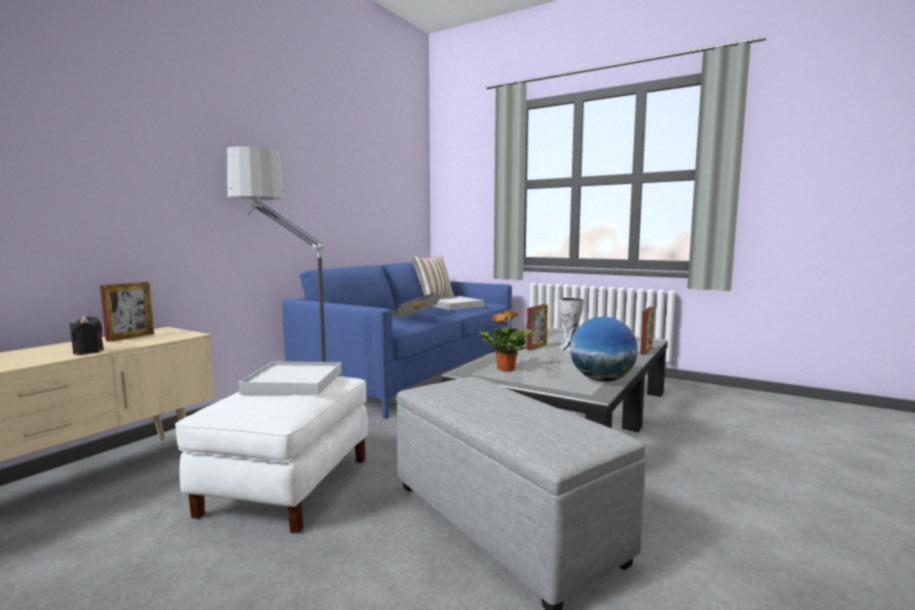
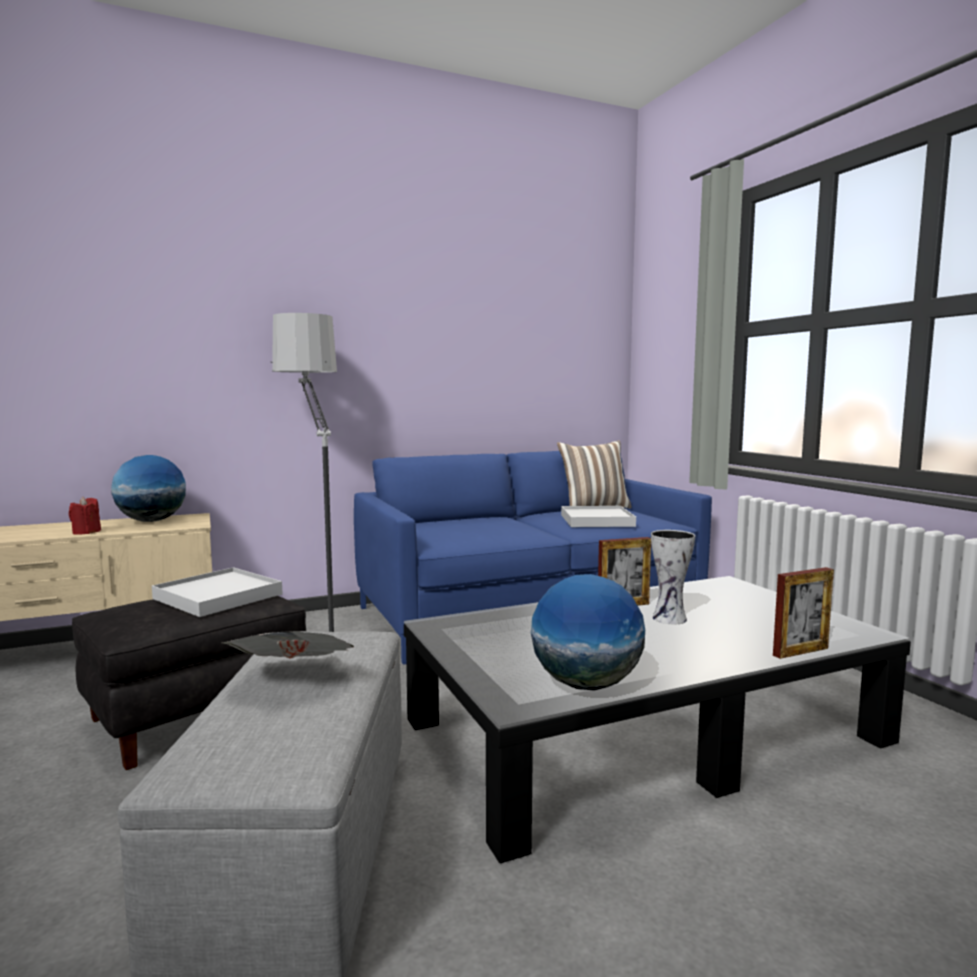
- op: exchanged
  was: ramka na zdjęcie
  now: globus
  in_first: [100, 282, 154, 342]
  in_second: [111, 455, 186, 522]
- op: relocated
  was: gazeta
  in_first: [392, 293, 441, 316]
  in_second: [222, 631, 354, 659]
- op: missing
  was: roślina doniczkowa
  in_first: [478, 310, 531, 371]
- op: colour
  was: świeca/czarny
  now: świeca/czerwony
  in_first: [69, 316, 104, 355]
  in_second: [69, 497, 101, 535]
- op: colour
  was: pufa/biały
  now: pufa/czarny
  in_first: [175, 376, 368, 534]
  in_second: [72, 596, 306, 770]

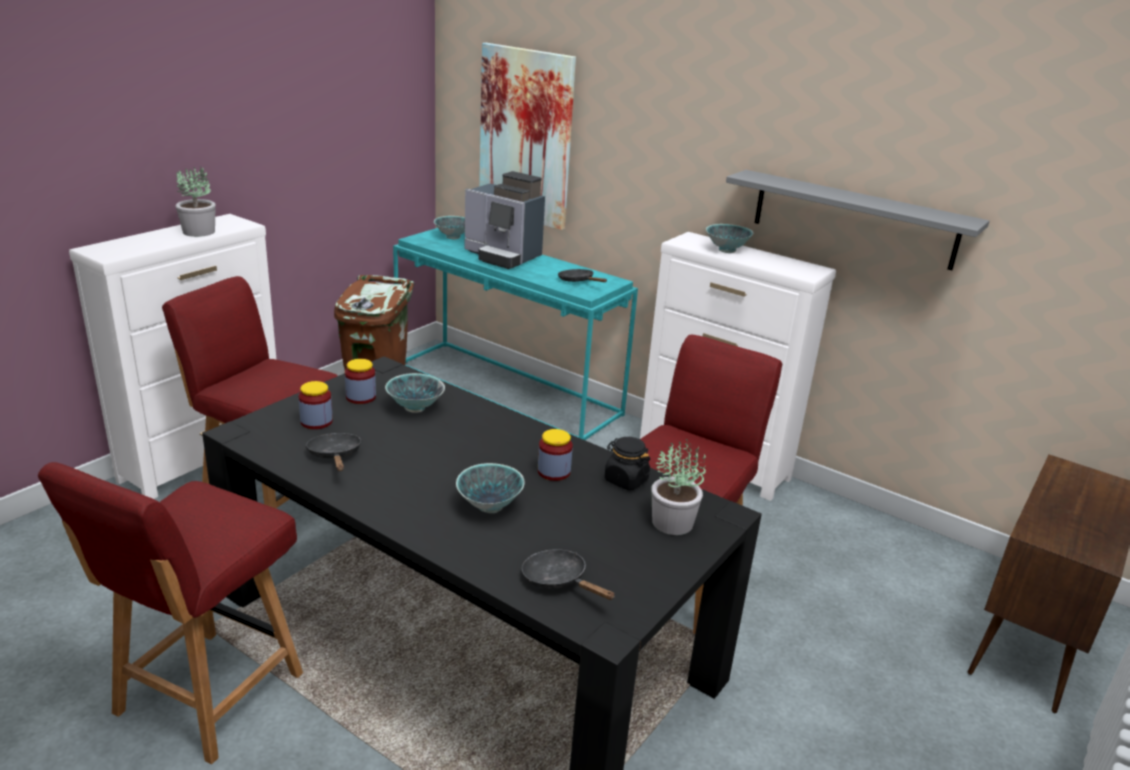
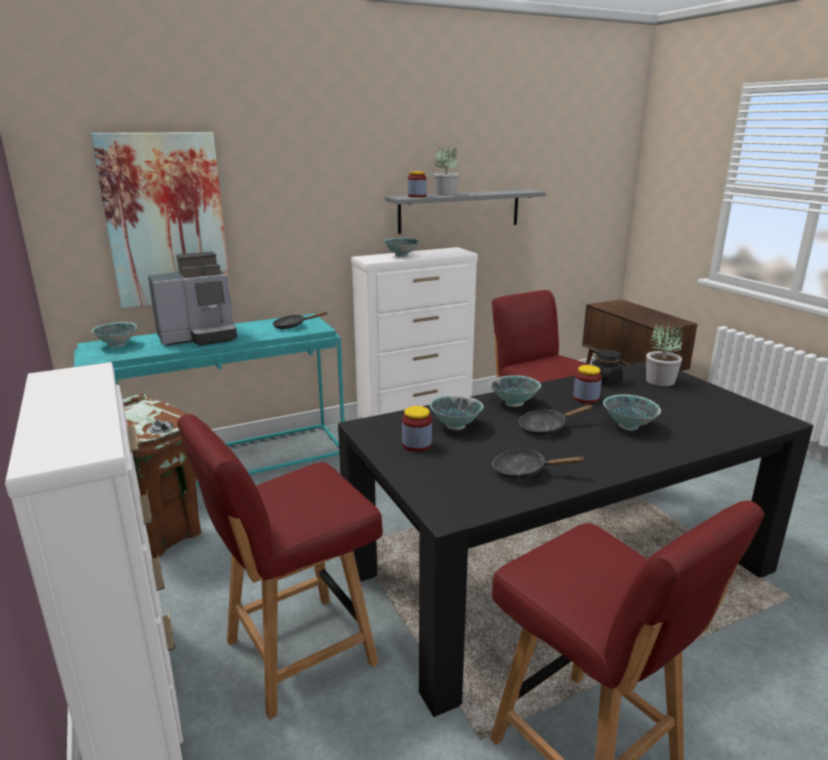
- op: relocated
  was: roślina doniczkowa
  in_first: [176, 166, 216, 237]
  in_second: [434, 146, 459, 196]
- op: relocated
  was: słoik
  in_first: [298, 381, 333, 429]
  in_second: [408, 171, 427, 198]
- op: relocated
  was: patelnia/czarny
  in_first: [522, 549, 615, 600]
  in_second: [519, 405, 593, 436]
- op: appeared
  now: miska
  in_second: [489, 375, 541, 407]

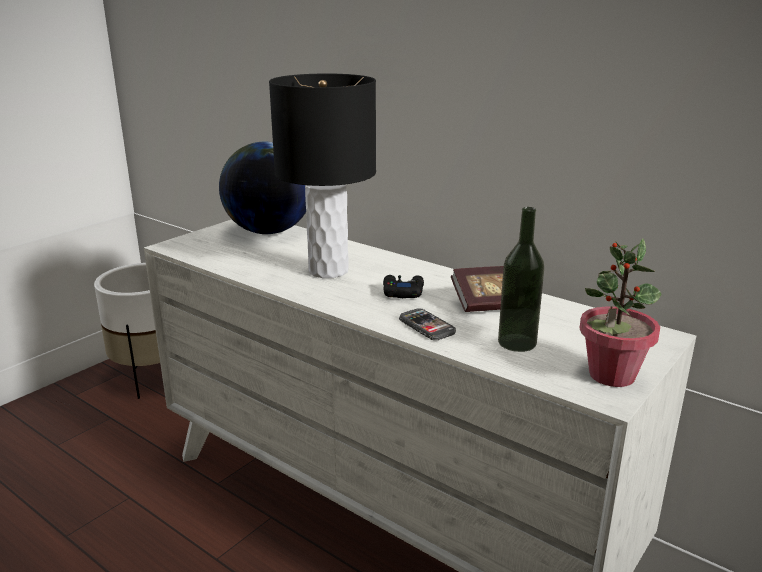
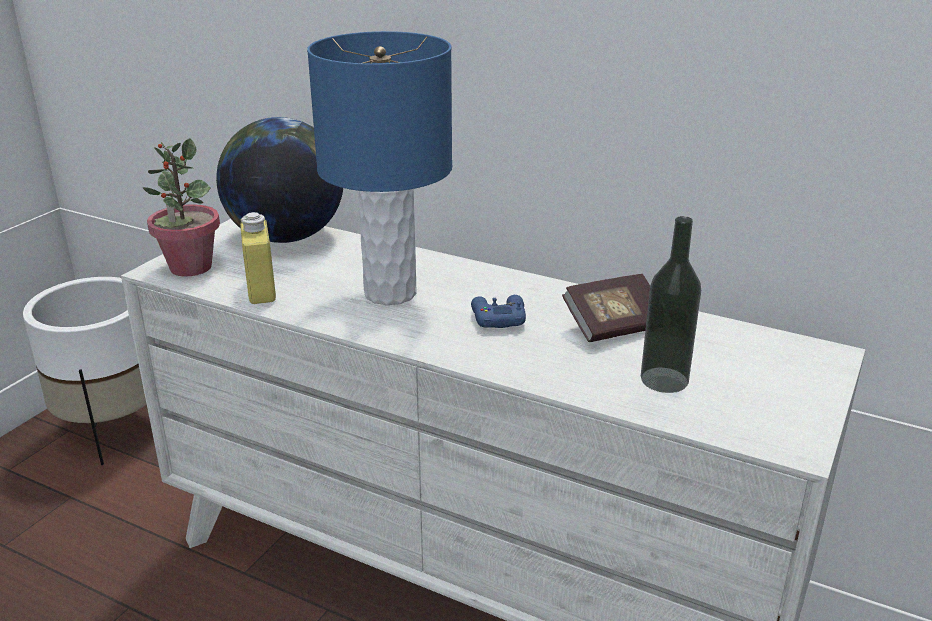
- op: colour
  was: lampa stołowa/czarny
  now: lampa stołowa/niebieski
  in_first: [269, 73, 376, 278]
  in_second: [307, 31, 452, 305]
- op: relocated
  was: roślina doniczkowa
  in_first: [579, 238, 662, 387]
  in_second: [143, 138, 220, 277]
- op: colour
  was: pad do gier/czarny
  now: pad do gier/niebieski
  in_first: [383, 275, 424, 298]
  in_second: [471, 295, 526, 328]
- op: missing
  was: telefon
  in_first: [399, 309, 456, 340]
- op: appeared
  now: butelka/żółty
  in_second: [240, 212, 276, 304]

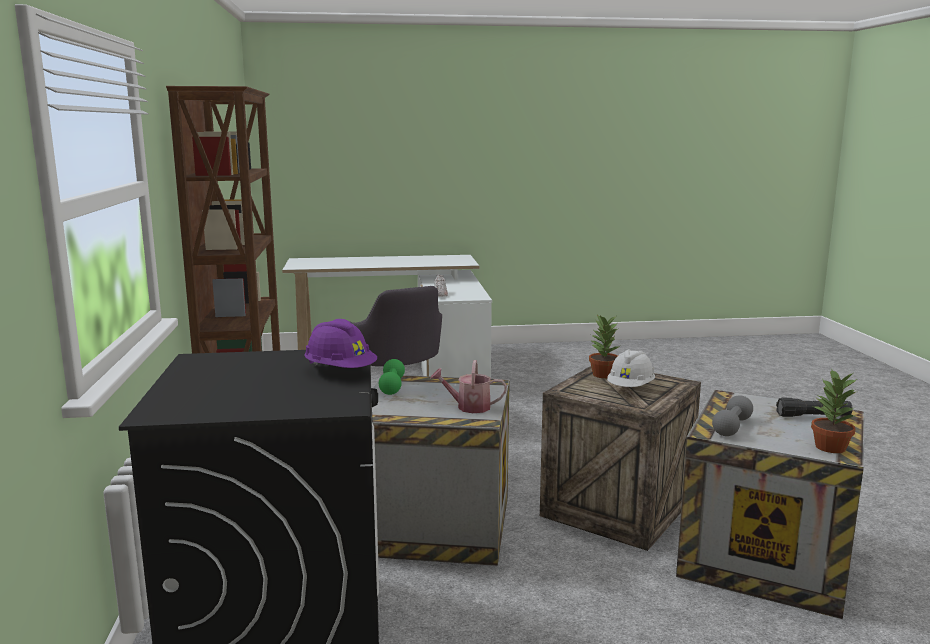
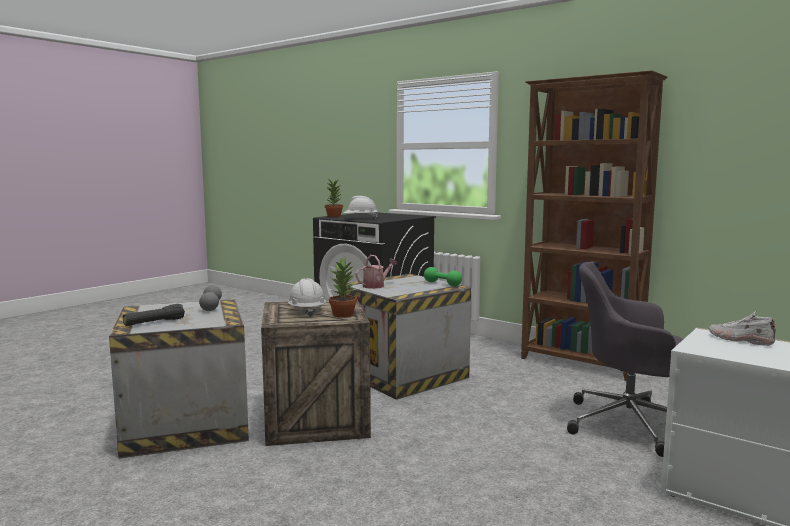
- op: colour
  was: kask/fioletowy
  now: kask/biały
  in_first: [304, 319, 377, 368]
  in_second: [344, 196, 378, 219]
- op: relocated
  was: roślina doniczkowa
  in_first: [811, 370, 857, 453]
  in_second: [325, 179, 343, 217]

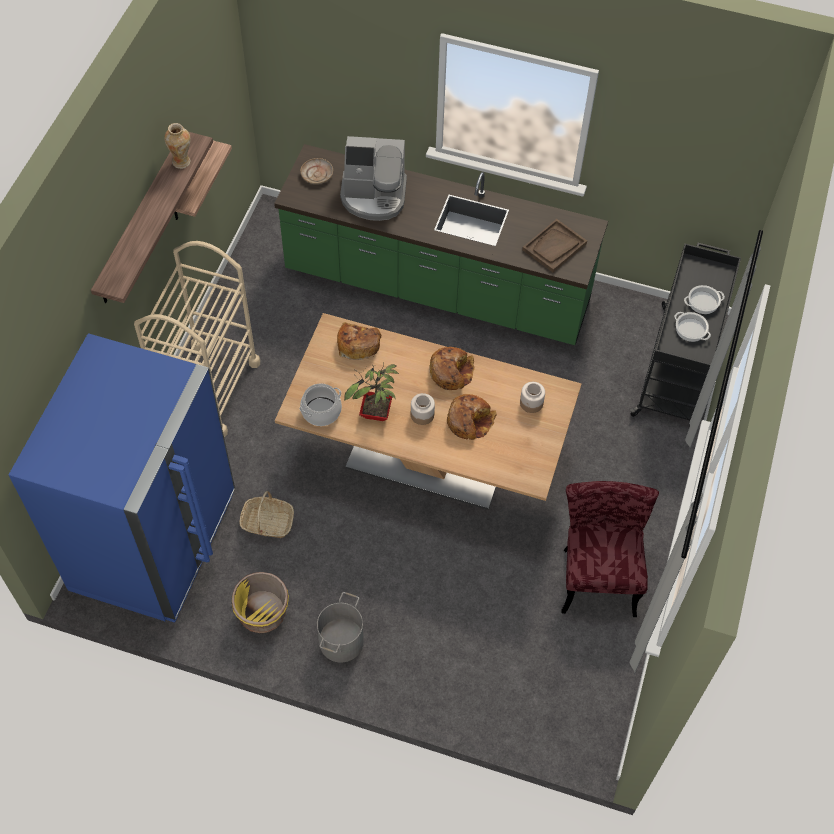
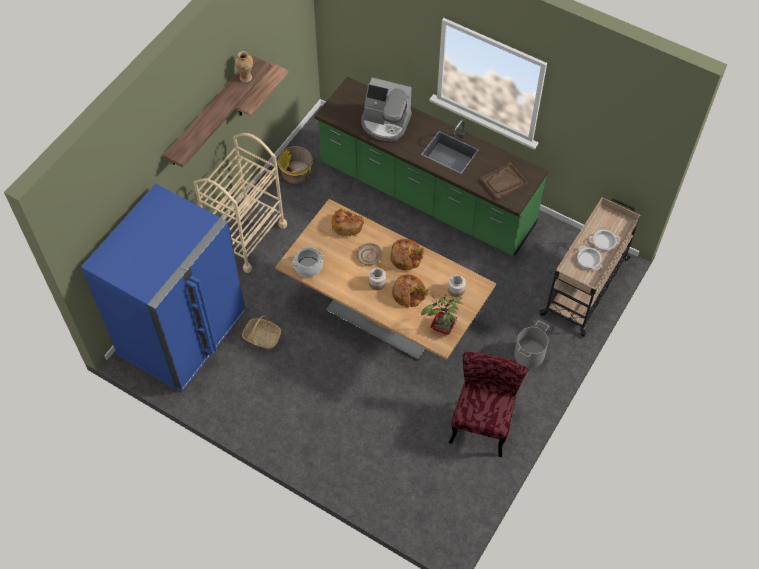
- op: relocated
  was: talerz/beżowy
  in_first: [300, 158, 333, 184]
  in_second: [357, 243, 382, 265]
- op: colour
  was: wózek/czarny
  now: wózek/beżowy
  in_first: [630, 243, 741, 430]
  in_second: [539, 197, 641, 337]
- op: relocated
  was: roślina doniczkowa
  in_first: [344, 362, 399, 421]
  in_second: [421, 295, 463, 335]
- op: relocated
  was: donica/żółty
  in_first: [232, 572, 289, 633]
  in_second: [278, 146, 313, 184]
- op: relocated
  was: wiadro/szary
  in_first: [317, 592, 364, 663]
  in_second: [514, 320, 549, 368]

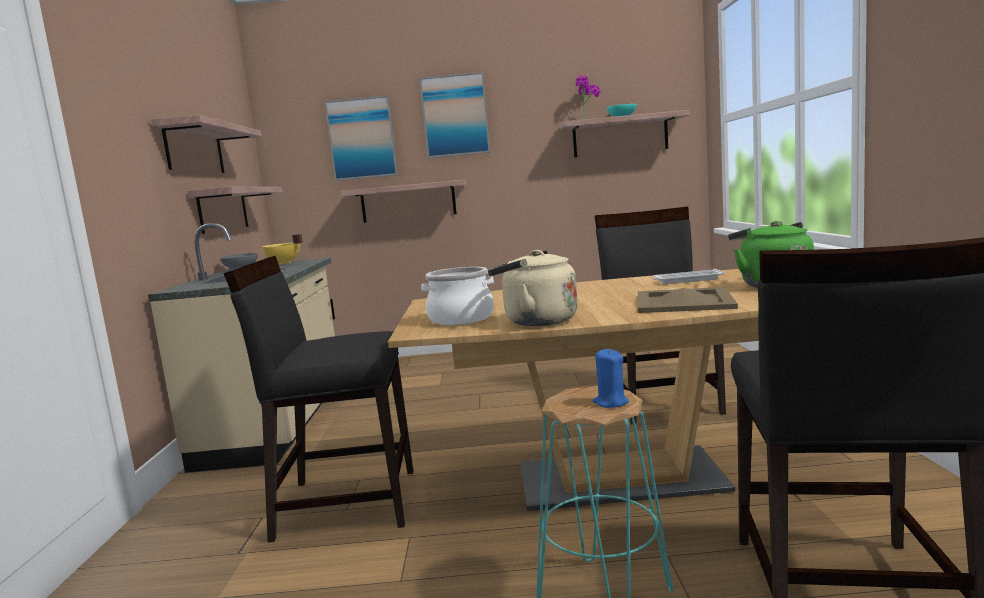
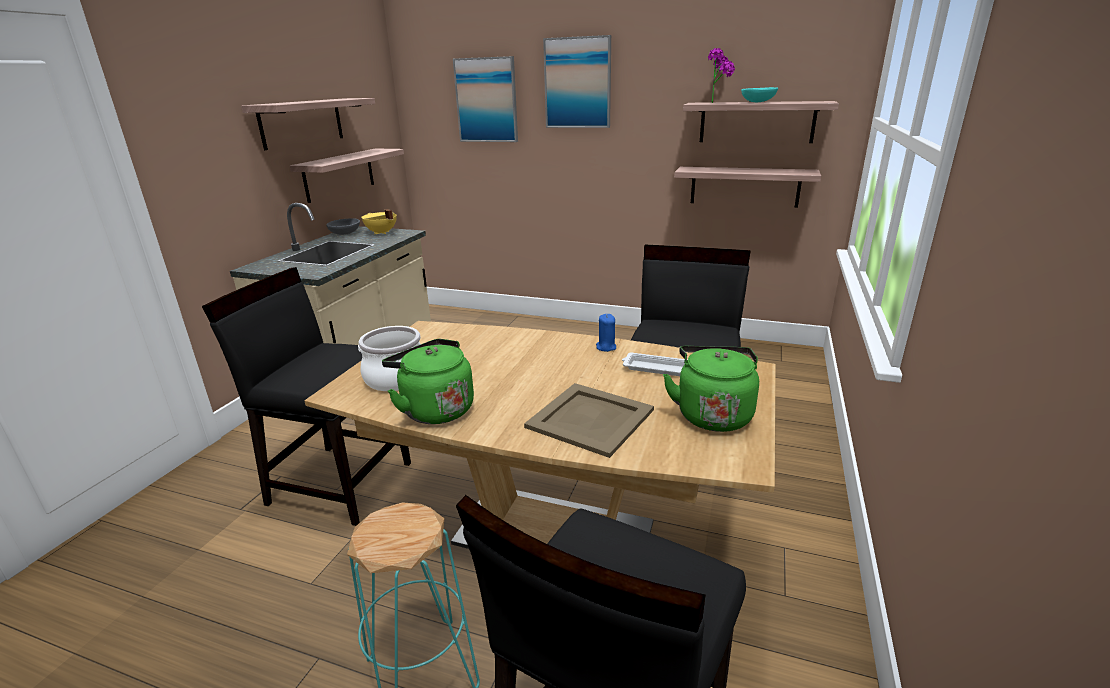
- op: relocated
  was: półka
  in_first: [341, 180, 466, 223]
  in_second: [674, 167, 821, 208]
- op: colour
  was: czajnik/beżowy
  now: czajnik/zielony
  in_first: [488, 250, 578, 326]
  in_second: [382, 339, 474, 424]
- op: relocated
  was: świeca/niebieski
  in_first: [593, 349, 629, 408]
  in_second: [596, 314, 616, 352]

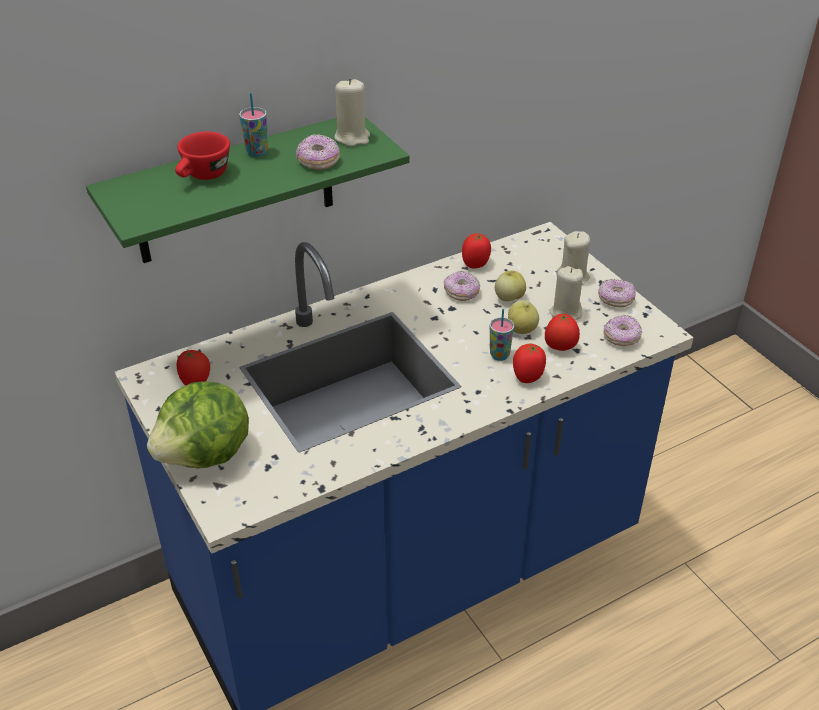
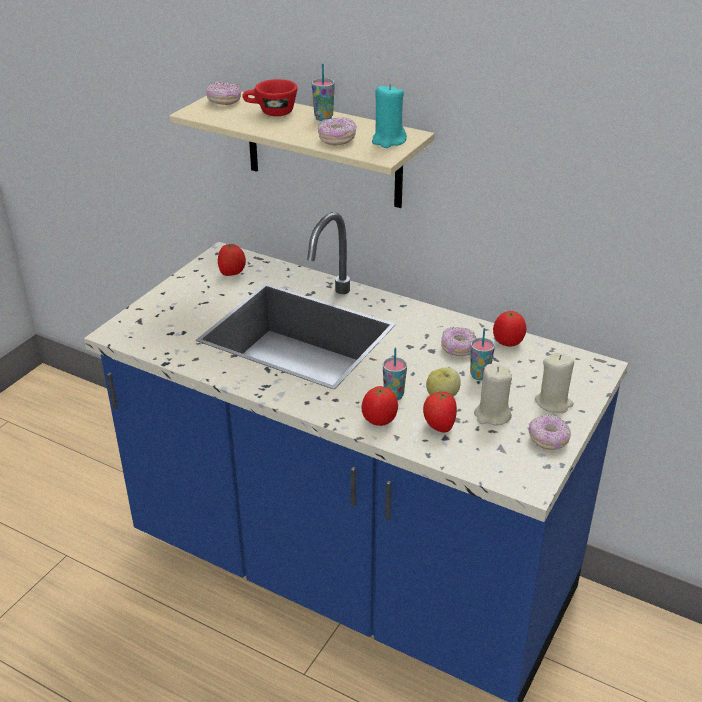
- op: colour
  was: świeca/beżowy
  now: świeca/turkusowy
  in_first: [334, 79, 370, 147]
  in_second: [372, 84, 407, 148]
- op: colour
  was: półka/zielony
  now: półka/beżowy
  in_first: [86, 117, 409, 263]
  in_second: [169, 92, 434, 208]
- op: exchanged
  was: jabłko
  now: filiżanka
  in_first: [495, 270, 526, 302]
  in_second: [470, 328, 495, 380]
- op: relocated
  was: donut
  in_first: [603, 315, 642, 346]
  in_second: [206, 81, 241, 105]
- op: missing
  was: sałata
  in_first: [147, 381, 249, 468]

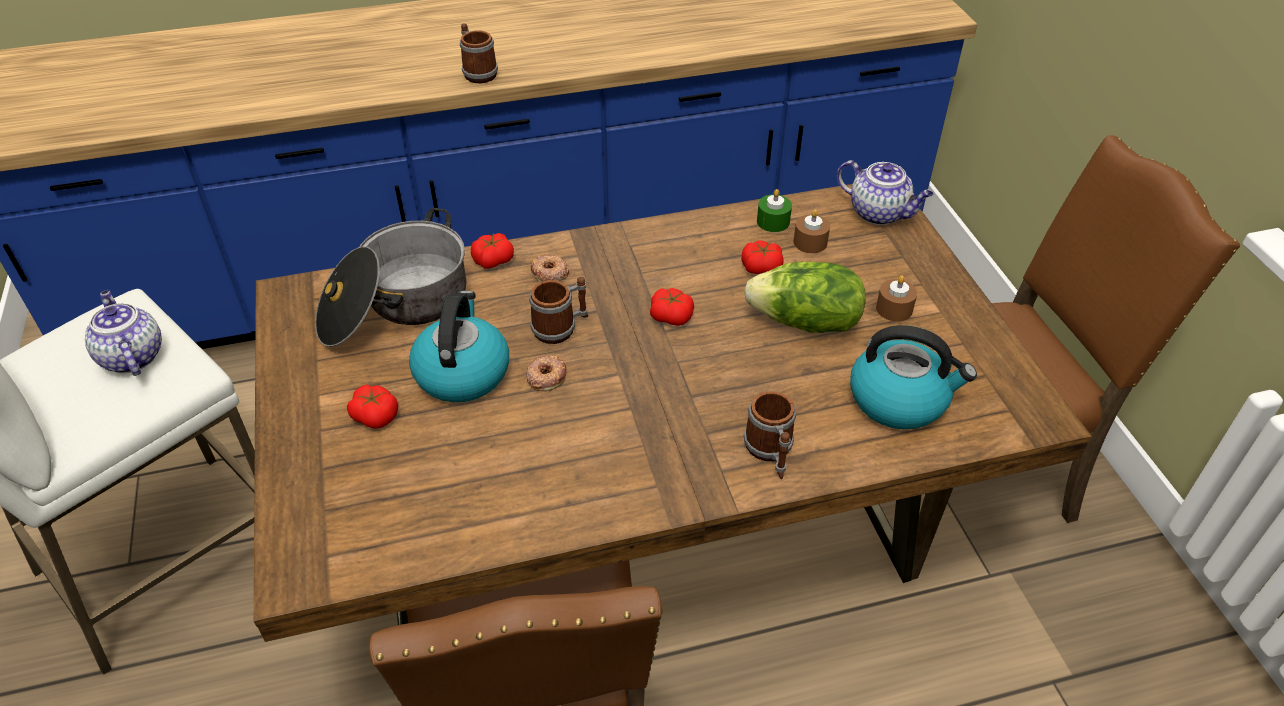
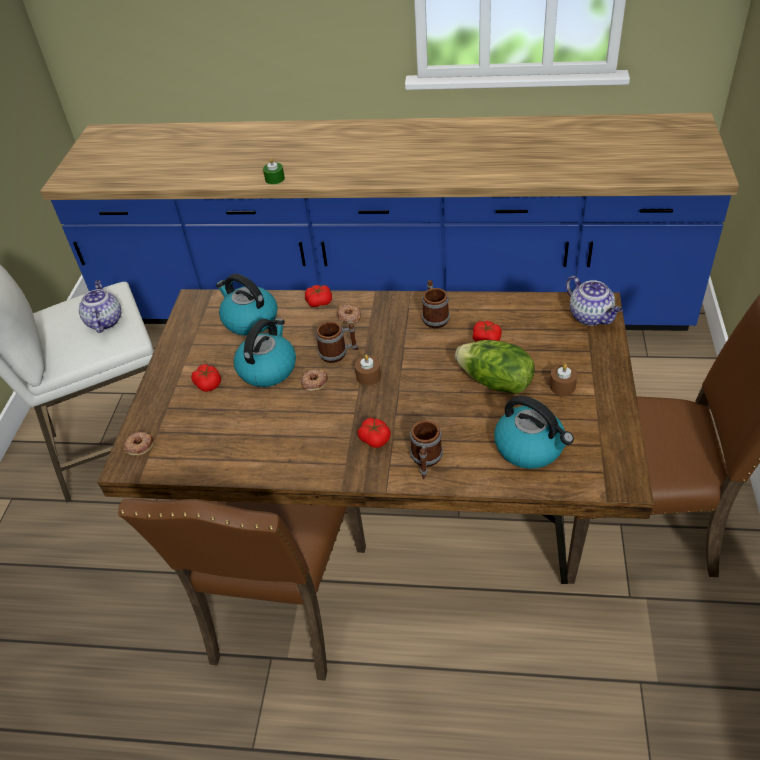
- op: relocated
  was: kubek
  in_first: [460, 23, 498, 83]
  in_second: [422, 280, 450, 328]
- op: relocated
  was: świeca/zielony
  in_first: [757, 189, 792, 232]
  in_second: [263, 158, 285, 185]
- op: exchanged
  was: garnek
  now: czajnik
  in_first: [315, 208, 466, 347]
  in_second: [216, 274, 278, 336]
- op: relocated
  was: świeca/brązowy
  in_first: [793, 210, 830, 253]
  in_second: [355, 355, 381, 385]
- op: relocated
  was: pomidor
  in_first: [650, 288, 694, 326]
  in_second: [357, 418, 391, 448]
- op: appeared
  now: donut
  in_second: [124, 432, 154, 456]

